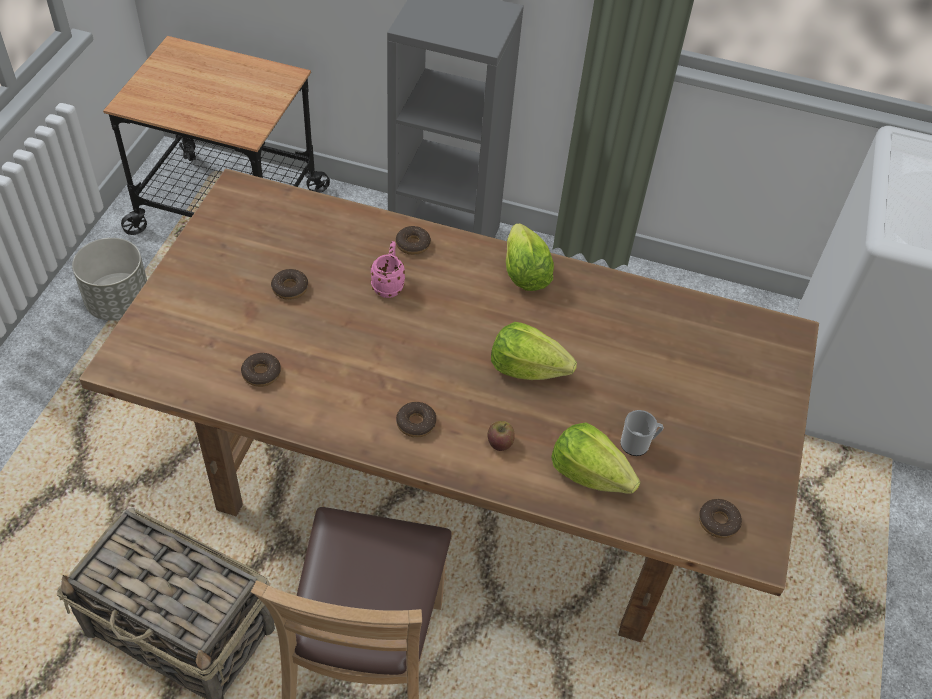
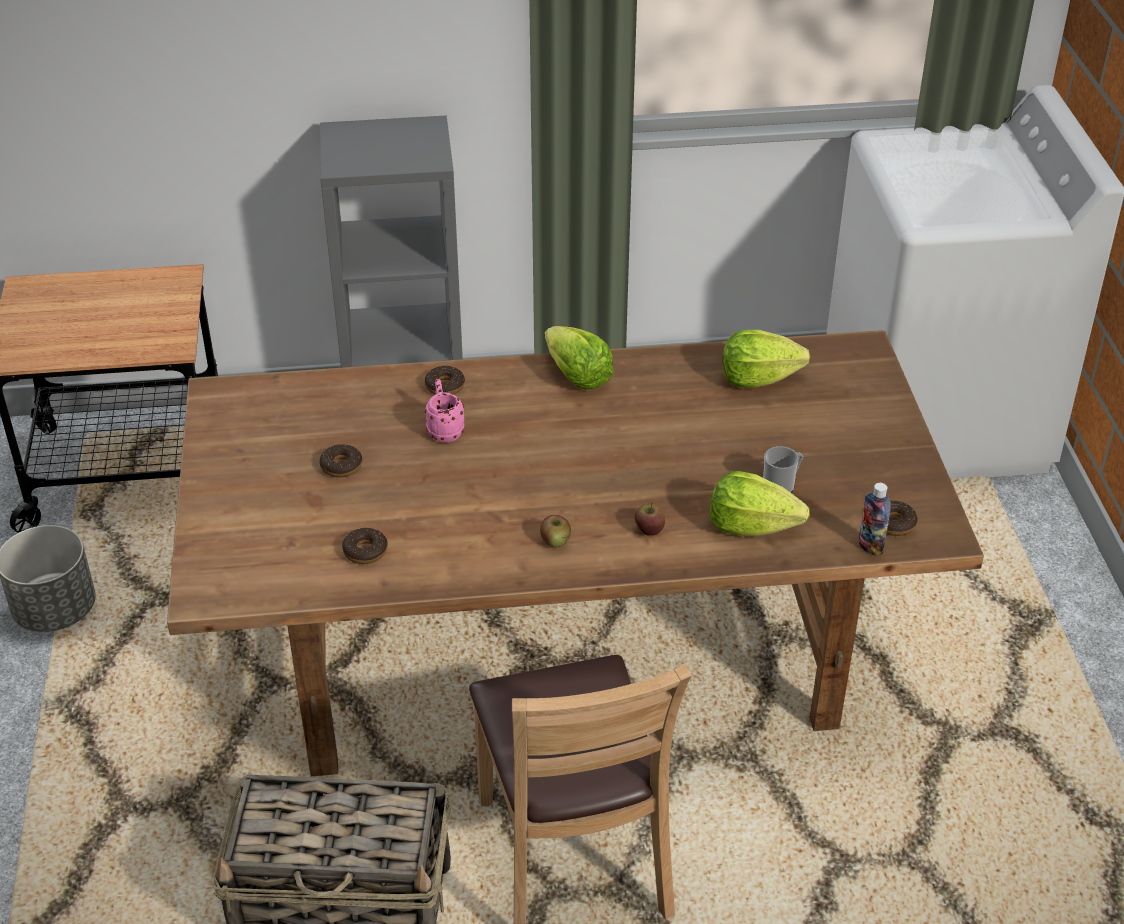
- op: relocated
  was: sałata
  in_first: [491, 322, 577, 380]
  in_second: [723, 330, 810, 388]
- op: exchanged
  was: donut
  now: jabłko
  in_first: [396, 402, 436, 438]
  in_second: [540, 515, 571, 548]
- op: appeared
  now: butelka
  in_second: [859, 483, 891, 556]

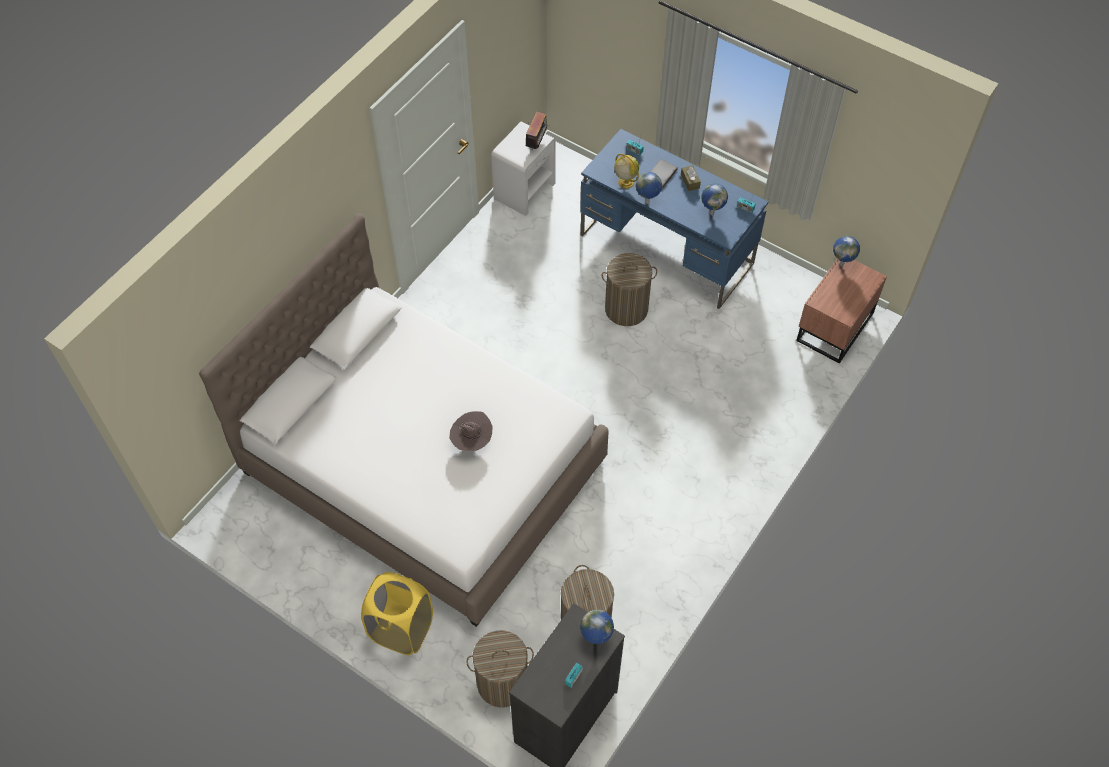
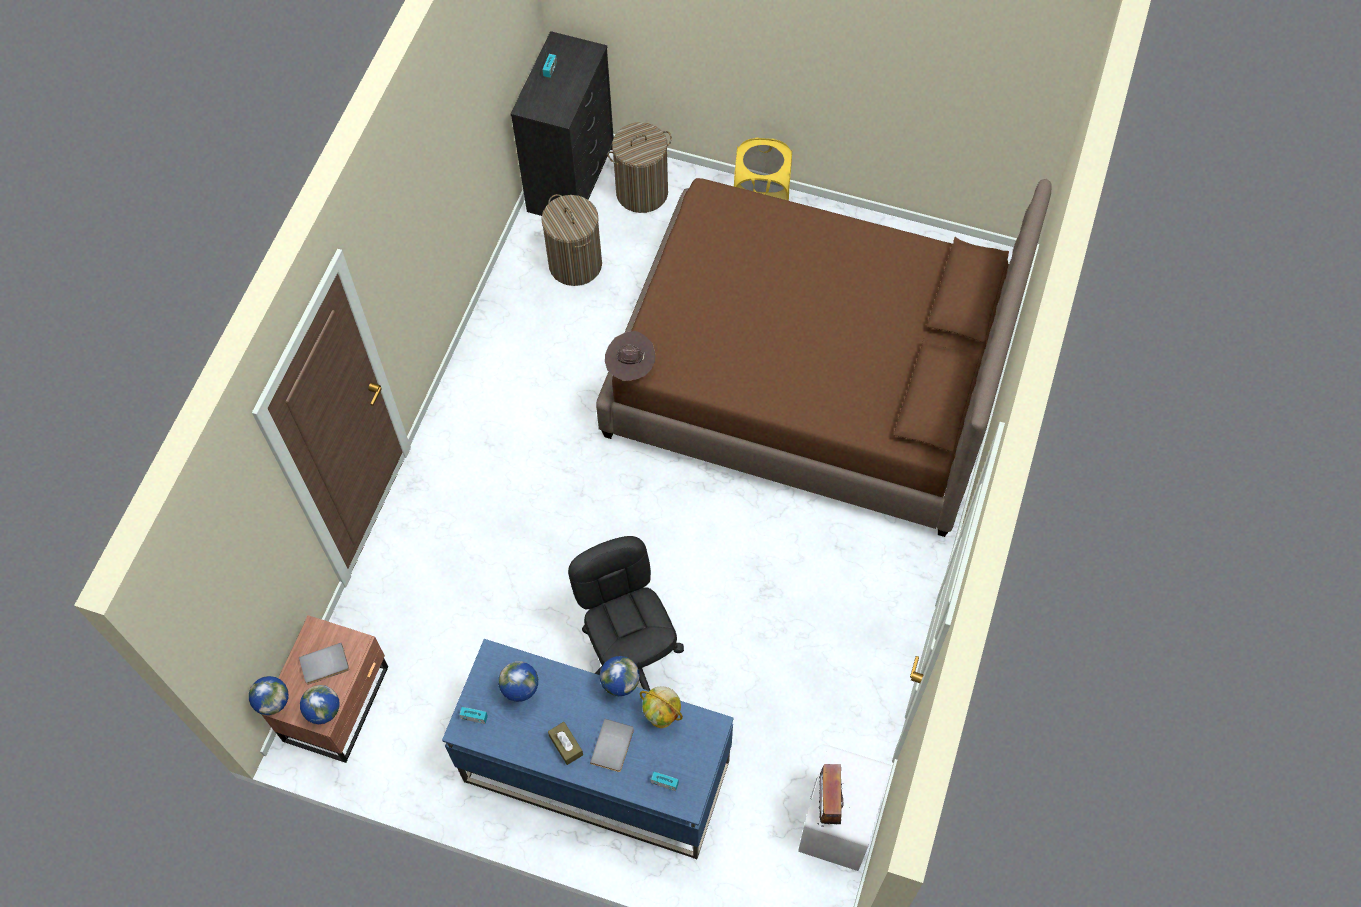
- op: colour
  was: łóżko/biały
  now: łóżko/brązowy
  in_first: [199, 214, 609, 627]
  in_second: [596, 178, 1052, 537]
- op: exchanged
  was: kosz na pranie
  now: krzesło biurowe/czarny
  in_first: [602, 253, 657, 326]
  in_second: [568, 536, 684, 691]
- op: relocated
  was: kapelusz/brązowy
  in_first: [449, 411, 493, 451]
  in_second: [605, 331, 655, 381]
- op: relocated
  was: globus
  in_first: [580, 610, 614, 644]
  in_second: [249, 676, 288, 715]
- op: appeared
  now: książka/szary
  in_second: [299, 643, 349, 684]

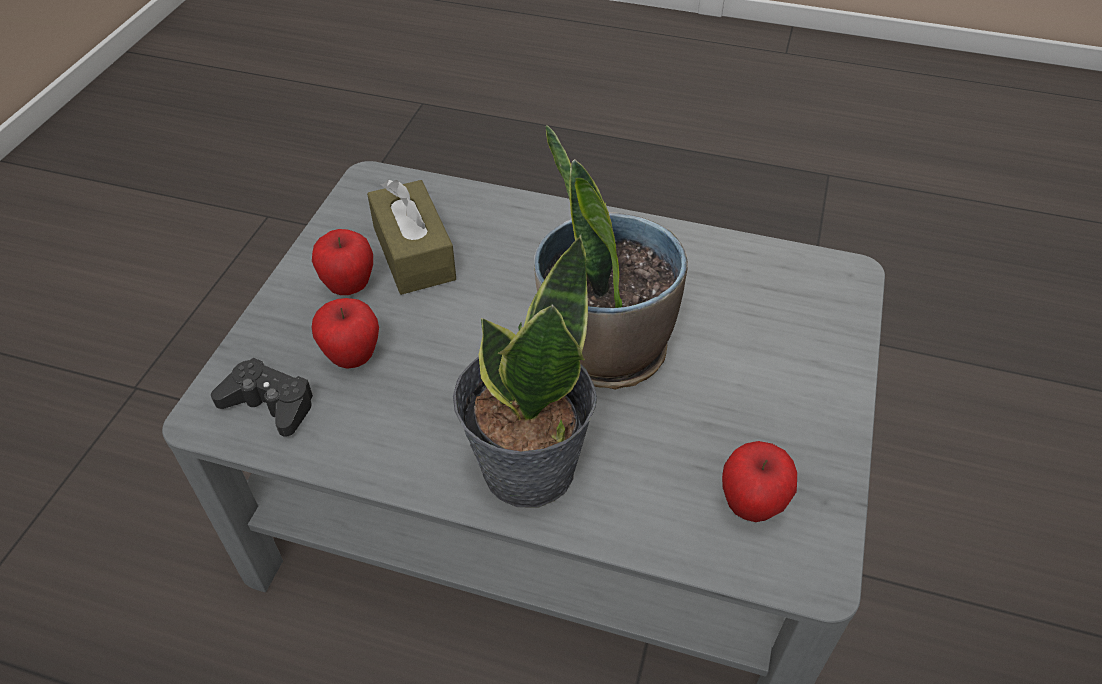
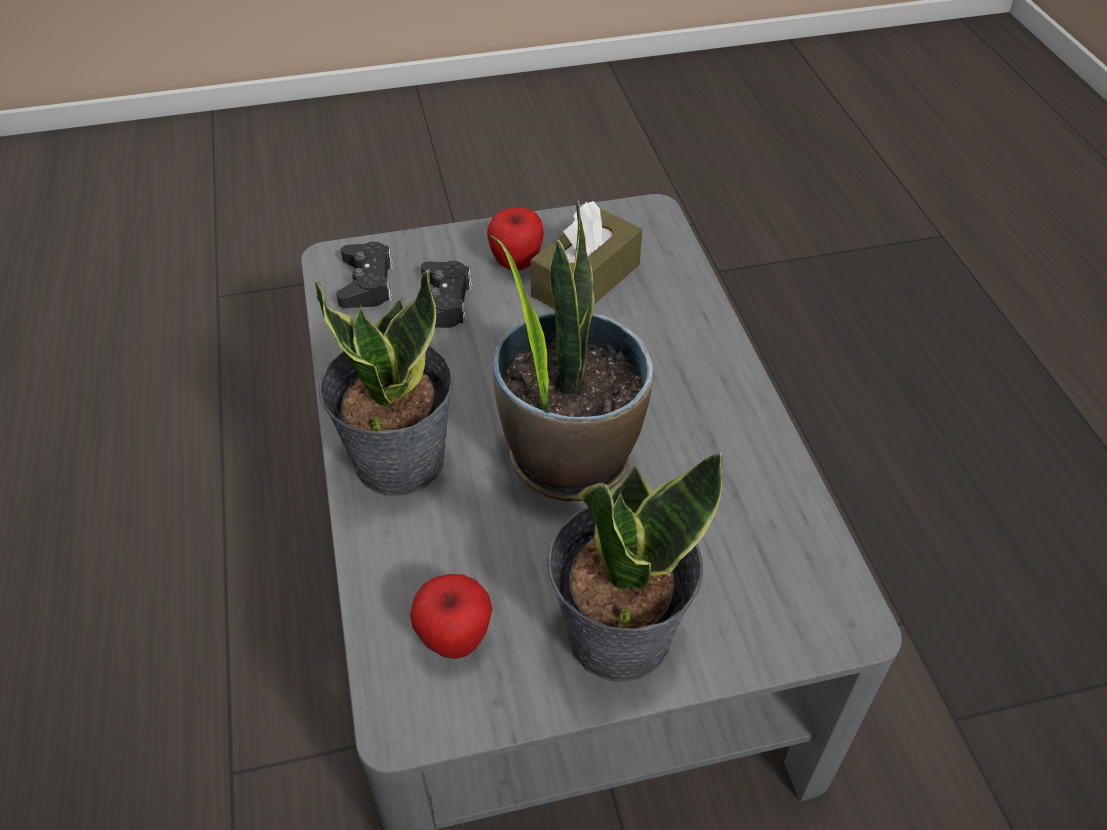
- op: exchanged
  was: jabłko
  now: pad do gier/czarny
  in_first: [312, 298, 379, 369]
  in_second: [421, 261, 473, 328]
- op: appeared
  now: roślina doniczkowa
  in_second: [547, 452, 724, 682]

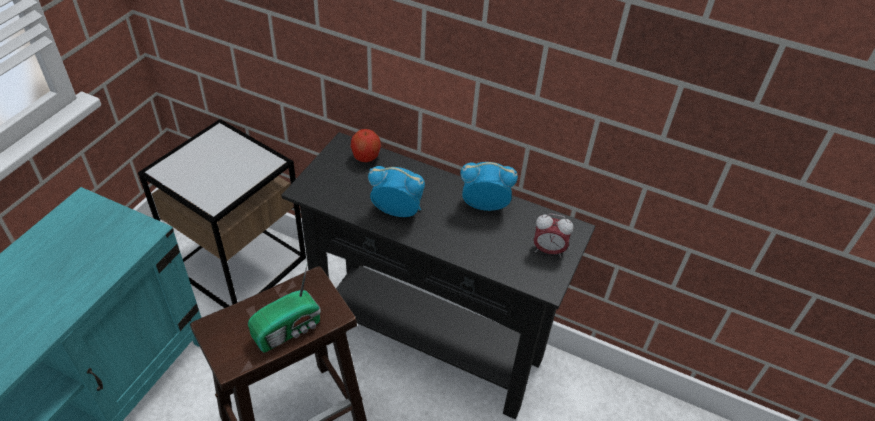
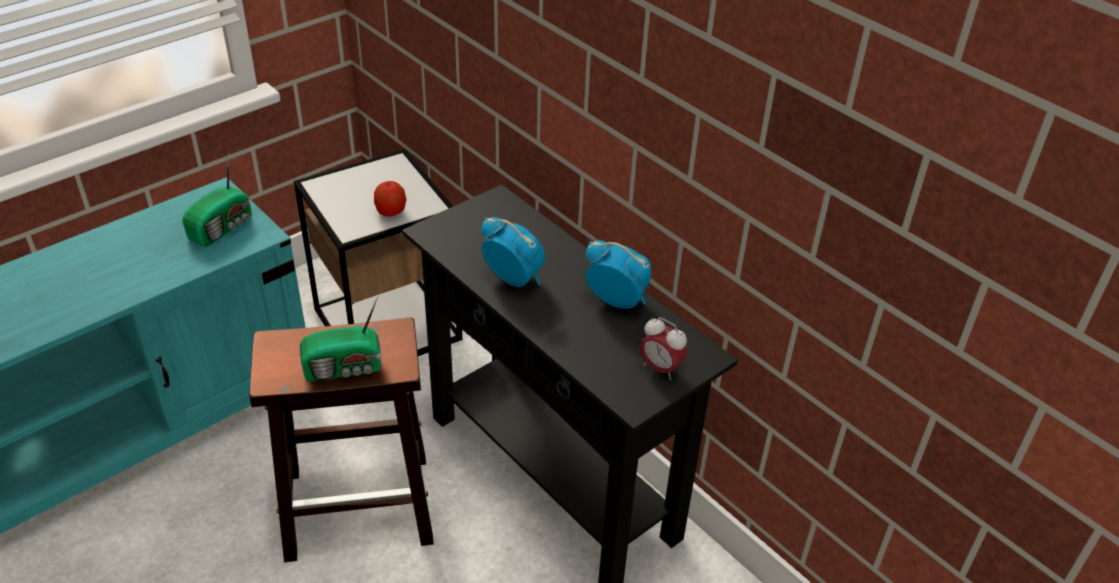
- op: relocated
  was: jabłko
  in_first: [350, 129, 381, 162]
  in_second: [374, 181, 407, 217]
- op: appeared
  now: radio
  in_second: [182, 152, 252, 247]

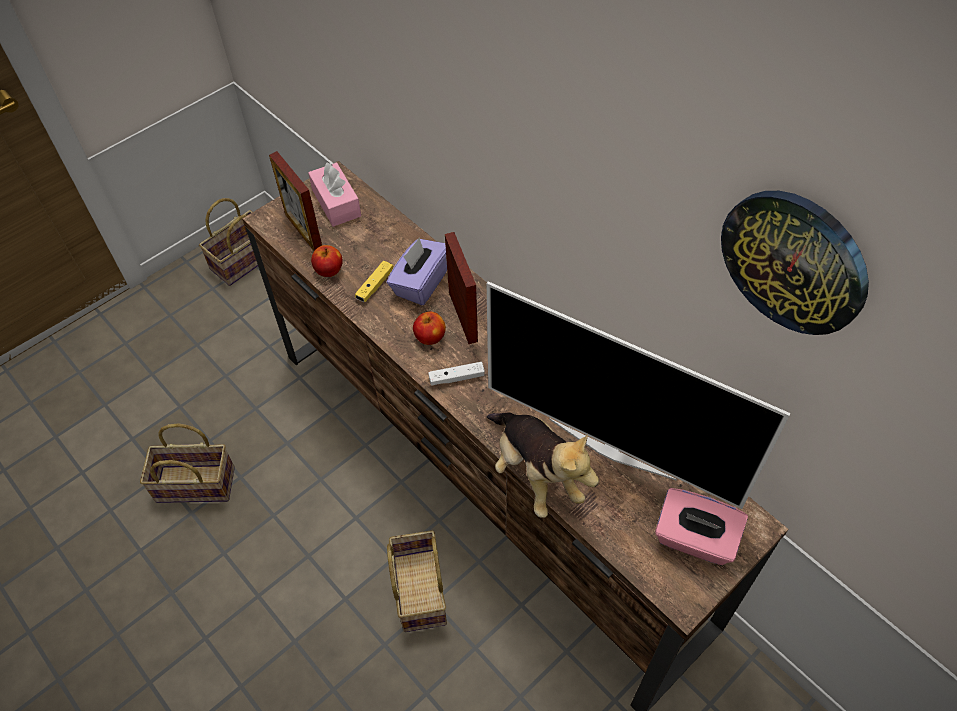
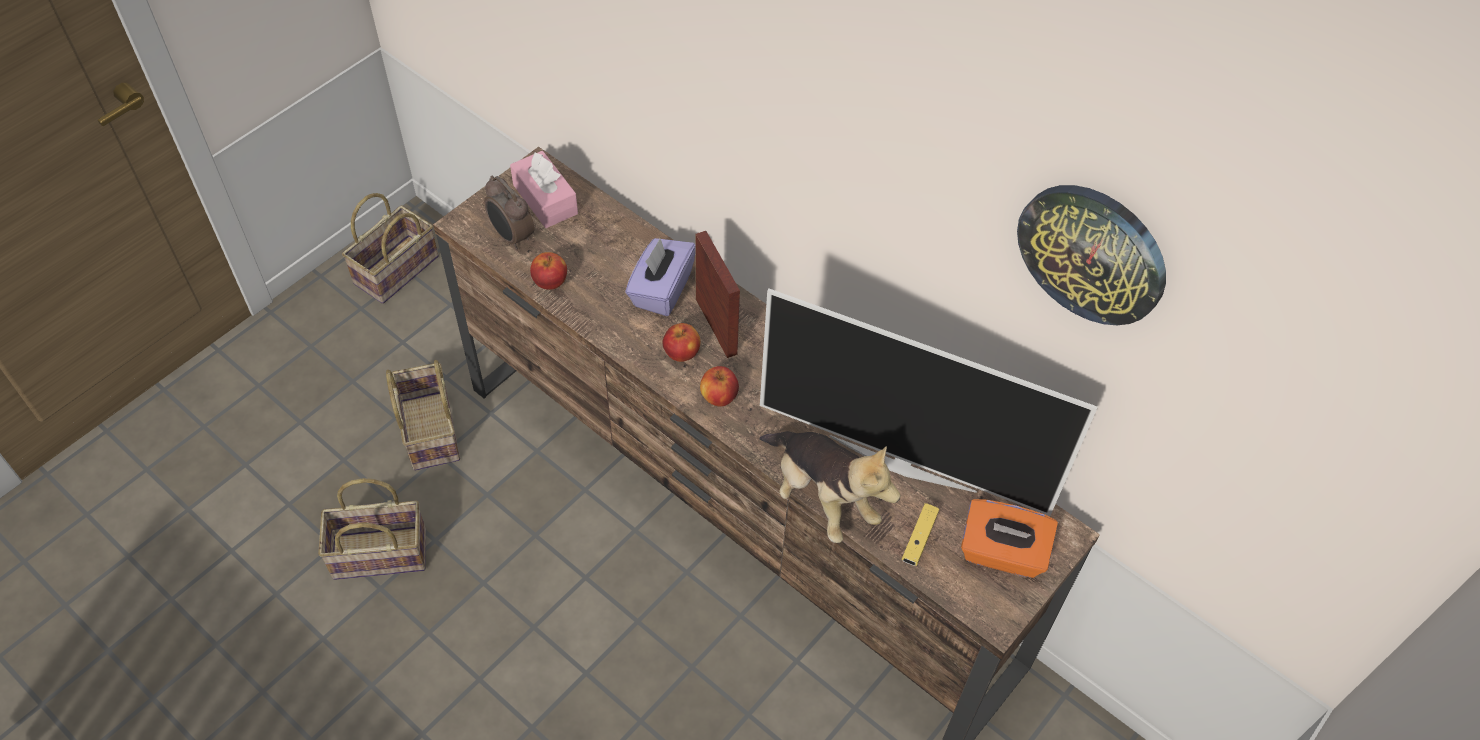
- op: exchanged
  was: ramka na zdjęcie
  now: budzik
  in_first: [269, 151, 322, 251]
  in_second: [484, 176, 534, 250]
- op: relocated
  was: pad do gier/żółty
  in_first: [355, 261, 393, 302]
  in_second: [901, 503, 939, 566]
- op: exchanged
  was: pad do gier/biały
  now: jabłko
  in_first: [428, 362, 485, 386]
  in_second: [700, 366, 739, 407]
- op: colour
  was: pudełko chusteczek/różowy
  now: pudełko chusteczek/pomarańczowy
  in_first: [655, 488, 748, 565]
  in_second: [961, 499, 1058, 578]
- op: relocated
  was: koszyk
  in_first: [387, 530, 447, 632]
  in_second: [386, 360, 460, 471]

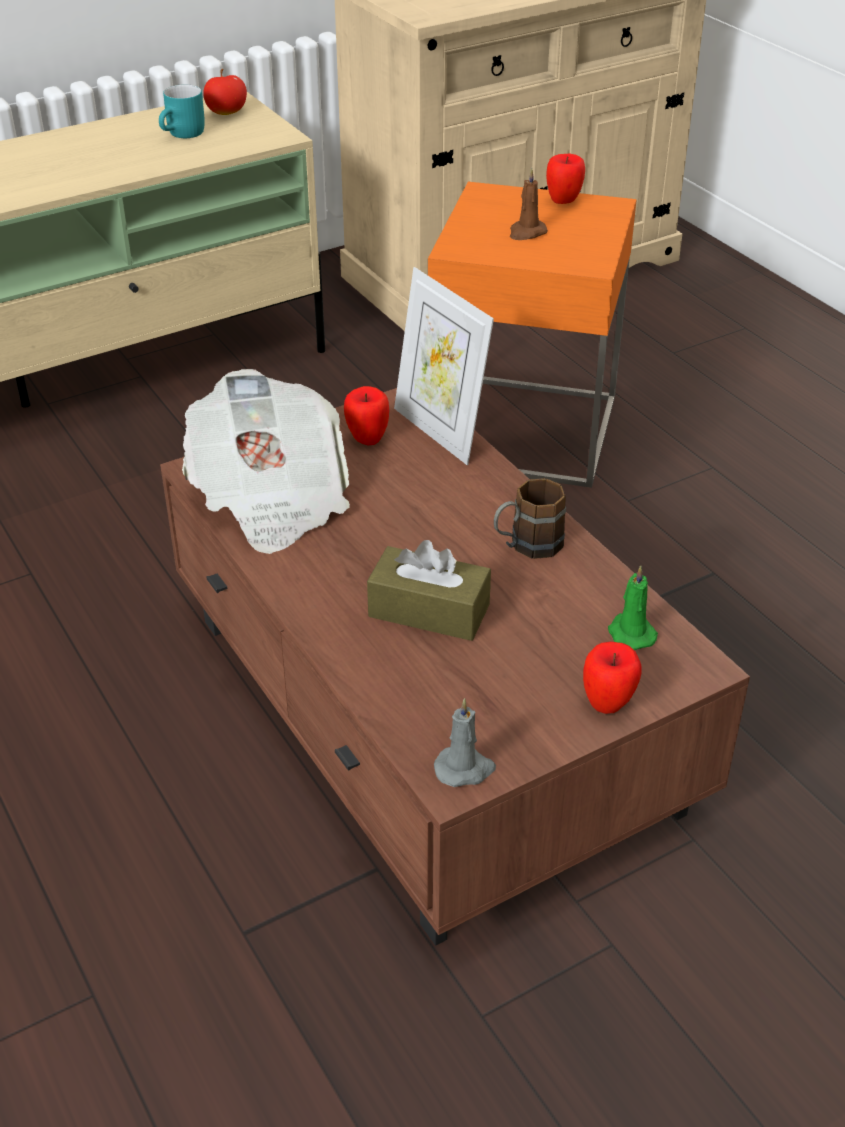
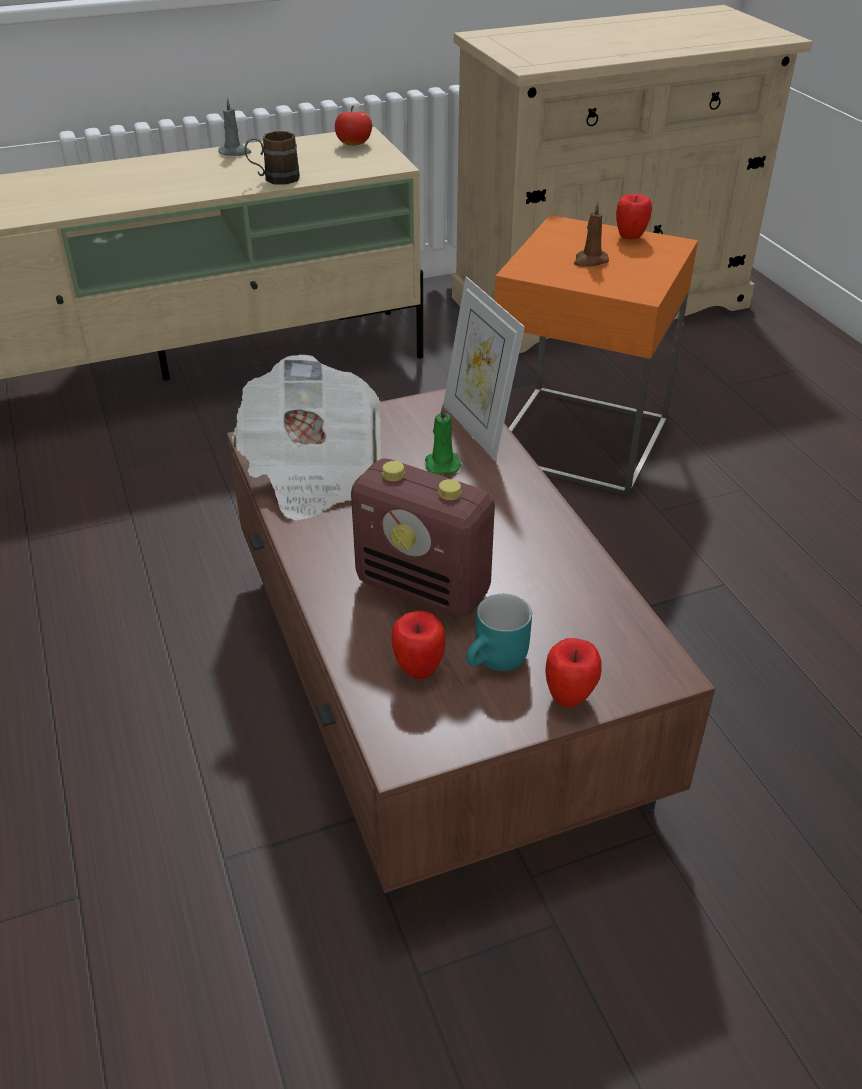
- op: relocated
  was: kubek/turkusowy
  in_first: [159, 84, 205, 138]
  in_second: [466, 594, 532, 671]
- op: relocated
  was: jabłko
  in_first: [344, 386, 389, 445]
  in_second: [392, 611, 445, 679]
- op: relocated
  was: kubek/brązowy
  in_first: [494, 478, 566, 559]
  in_second: [245, 131, 300, 185]
- op: exchanged
  was: pudełko chusteczek/brązowy
  now: radio
  in_first: [367, 540, 491, 641]
  in_second: [351, 458, 495, 618]
- op: relocated
  was: świeca/zielony
  in_first: [608, 565, 658, 650]
  in_second: [425, 404, 462, 475]
- op: relocated
  was: świeca/szary
  in_first: [434, 698, 496, 787]
  in_second: [218, 98, 251, 156]

